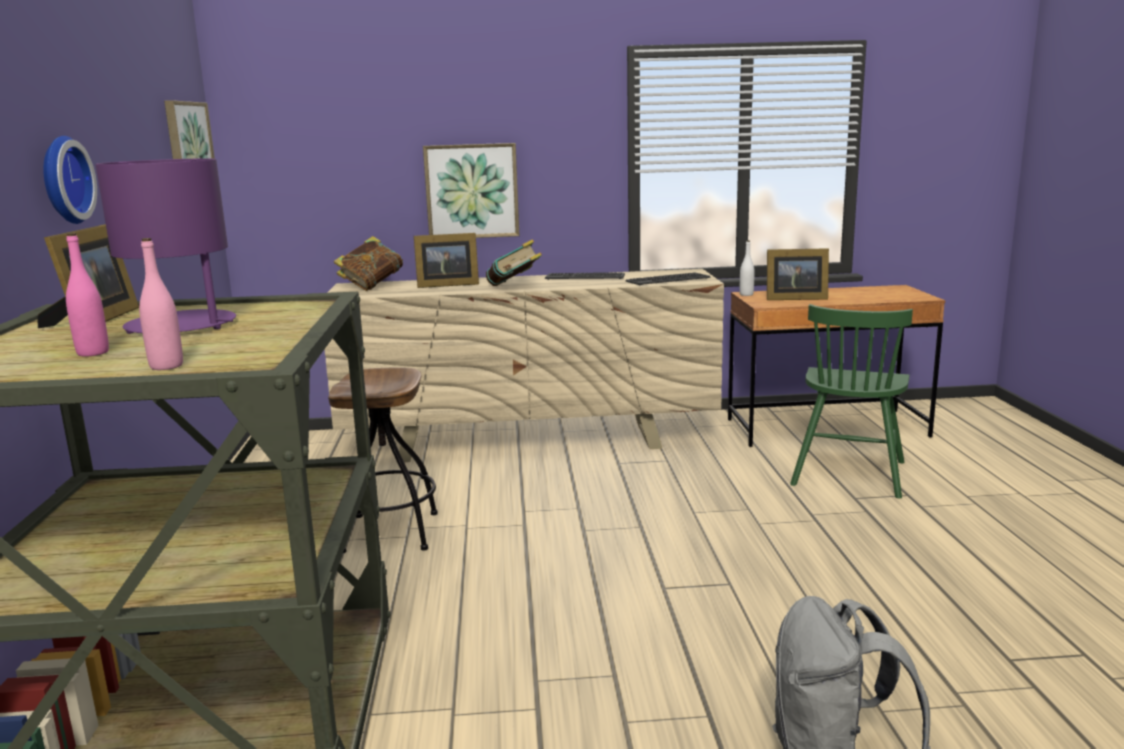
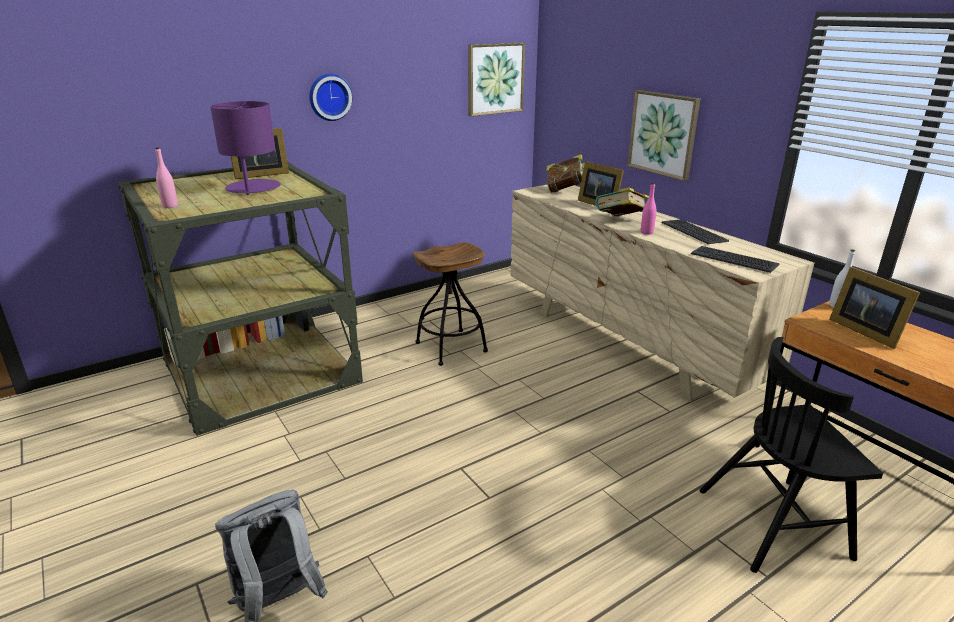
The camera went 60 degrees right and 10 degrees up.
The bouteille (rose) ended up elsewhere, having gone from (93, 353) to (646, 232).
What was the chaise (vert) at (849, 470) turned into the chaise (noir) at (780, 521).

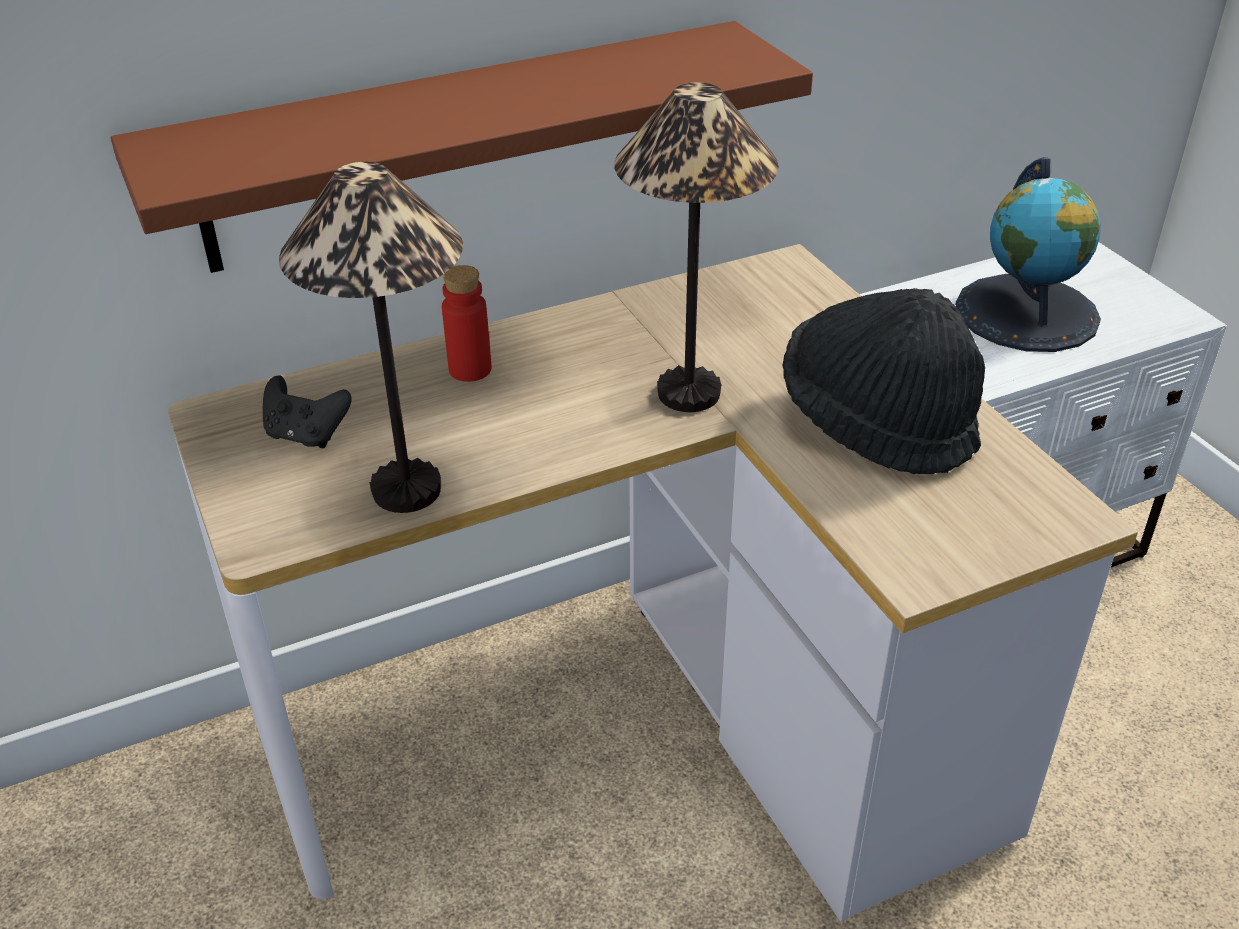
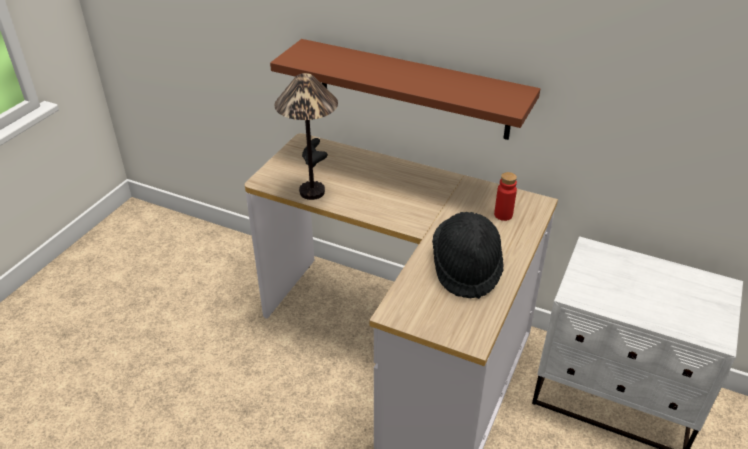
The camera went 50 degrees right and 0 degrees up.
The bouteille (rouge) ended up elsewhere, having gone from (470, 369) to (503, 215).
The second view lost the lampe de table at (689, 394).
The second view lost the globe at (1027, 313).

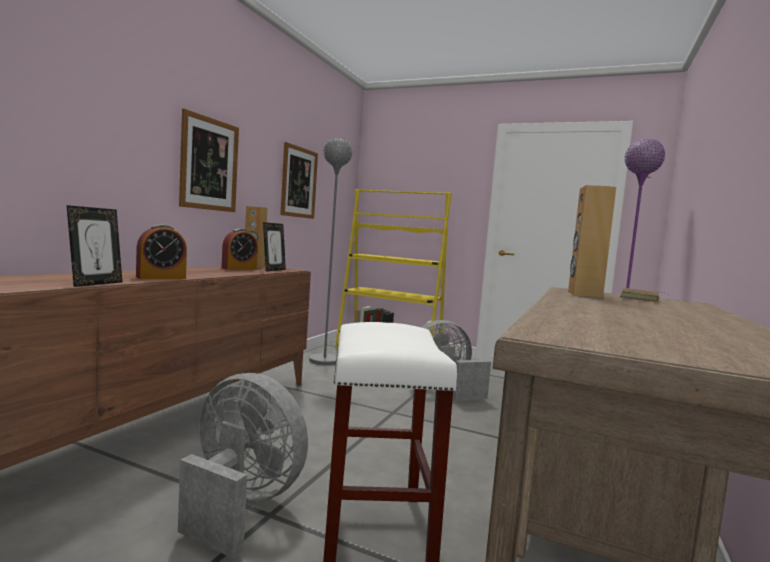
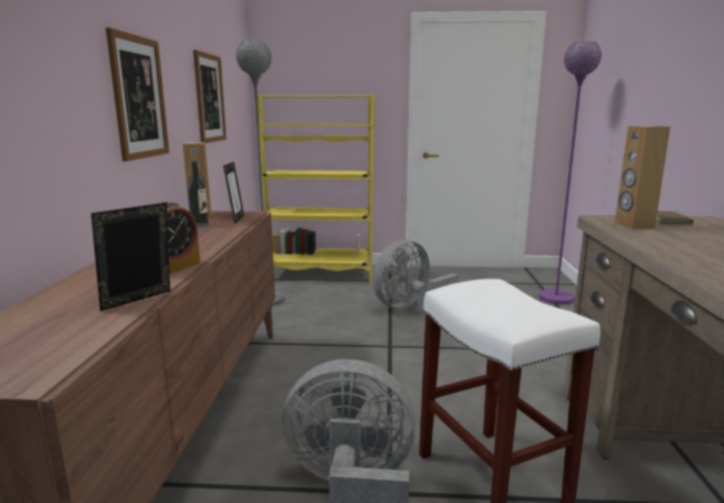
The camera went 20 degrees left and 10 degrees up.
The cadre photo at (95, 284) ended up facing another way, 135 degrees counterclockwise from before.
Where the réveil stood at (239, 268), the bouteille came to stand at (200, 225).

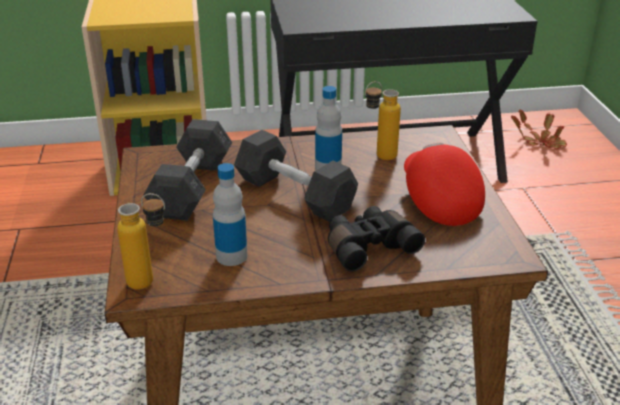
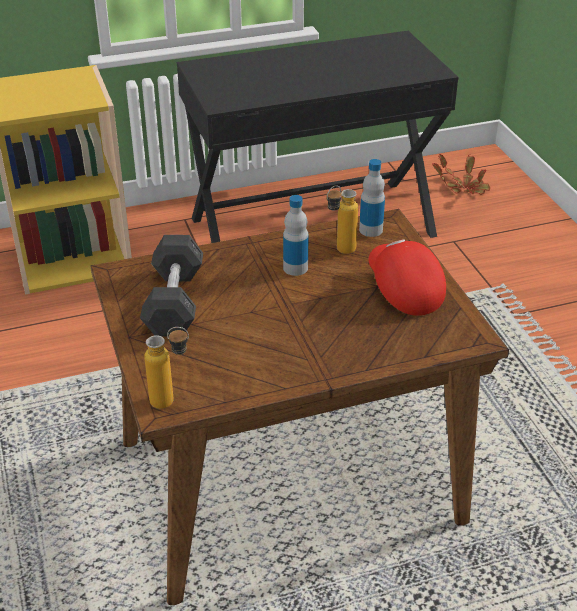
The camera went 10 degrees left and 5 degrees up.
The bouteille ended up elsewhere, having gone from (231, 256) to (371, 230).
The second view lost the haltère (gris) at (295, 194).
The second view lost the jumelles (noir) at (368, 247).

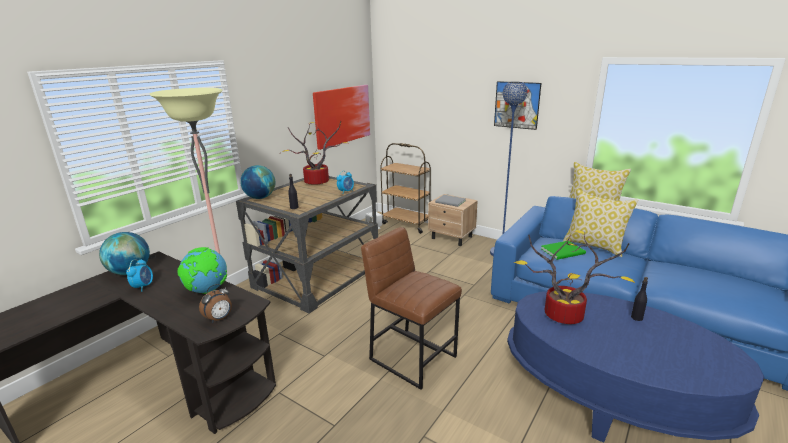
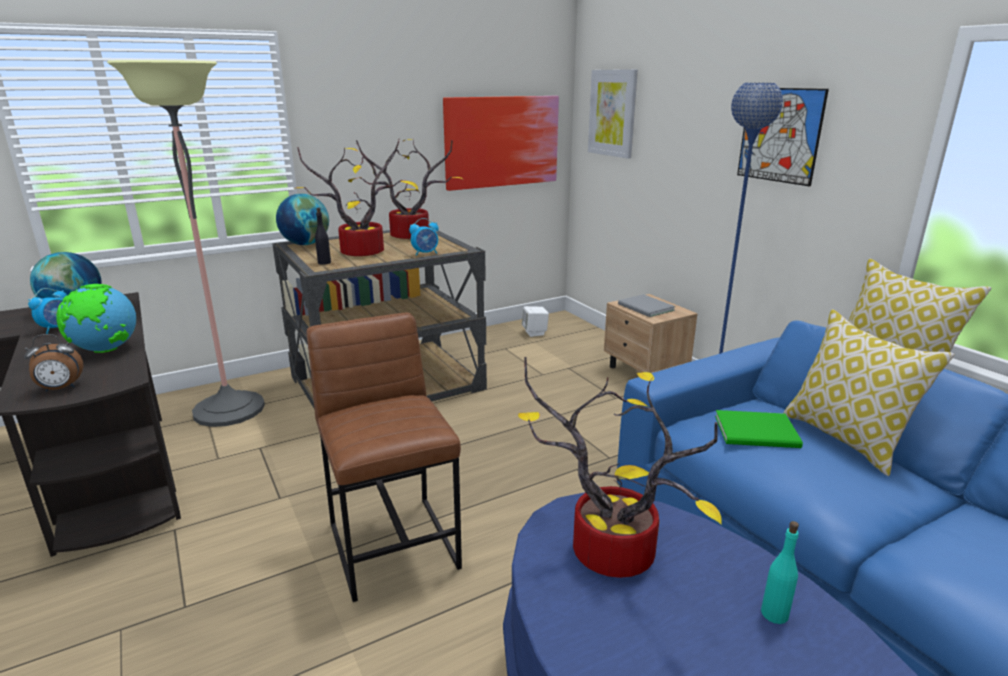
The camera went 25 degrees right and 0 degrees up.
The second view gained the plante en pot at (364, 251).
The second view gained the tableau at (612, 113).
What was the bouteille (noir) at (636, 317) turned into the bouteille (turquoise) at (775, 614).
The second view lost the chariot (marron) at (406, 224).

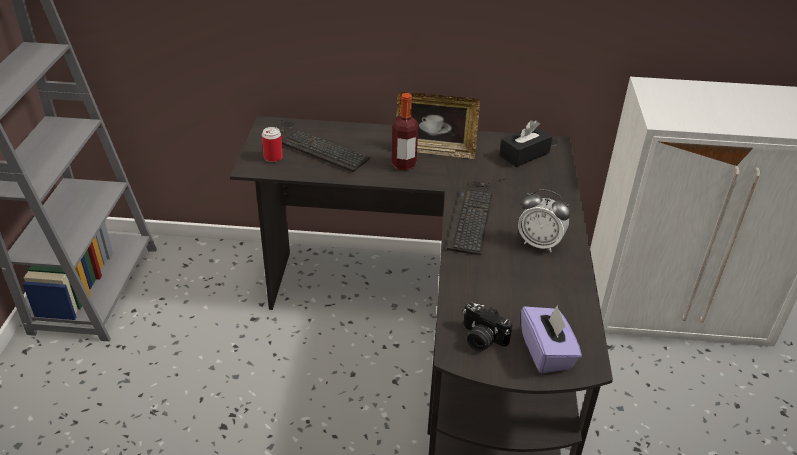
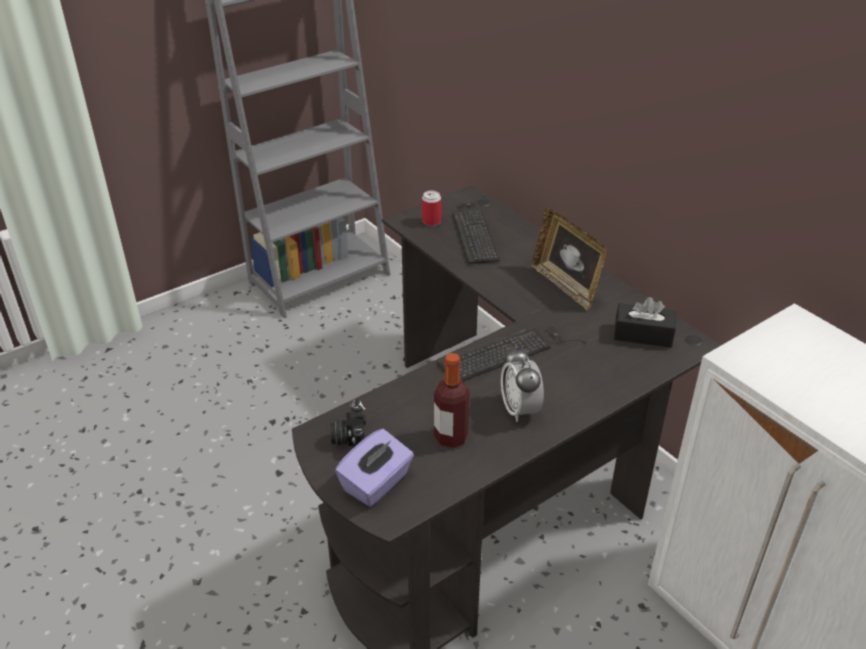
The camera went 50 degrees right and 0 degrees up.
The bouteille ended up elsewhere, having gone from (404, 164) to (451, 437).

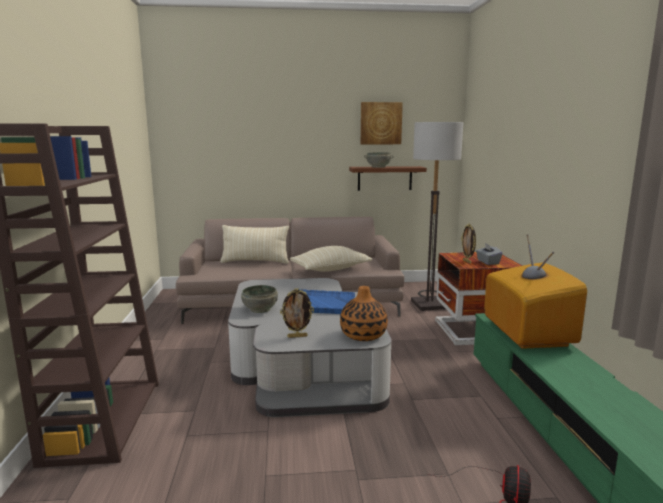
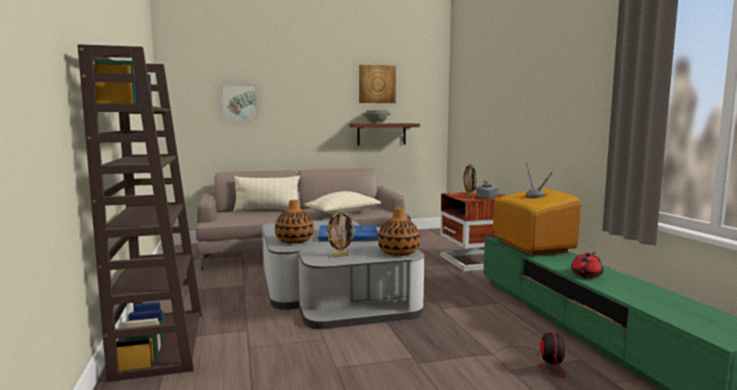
The camera went 10 degrees left and 5 degrees down.
The second view gained the tableau at (239, 102).
Where the bol (gris) stood at (260, 309), the vase came to stand at (294, 241).
The second view gained the théière (rouge) at (587, 274).
The second view lost the lampadaire at (430, 302).

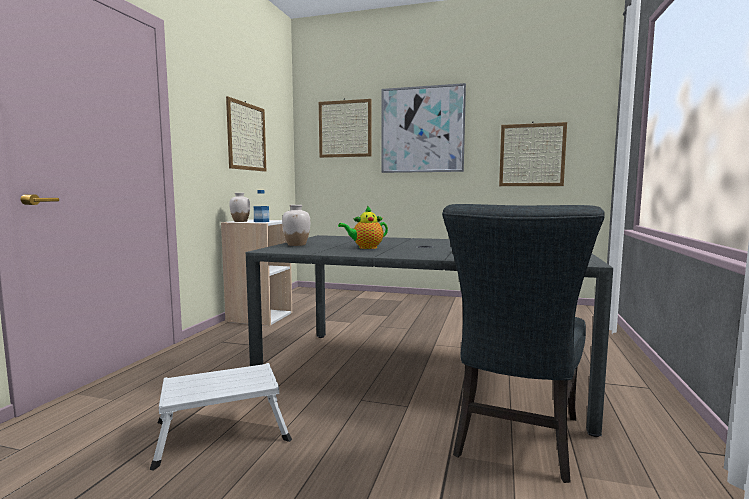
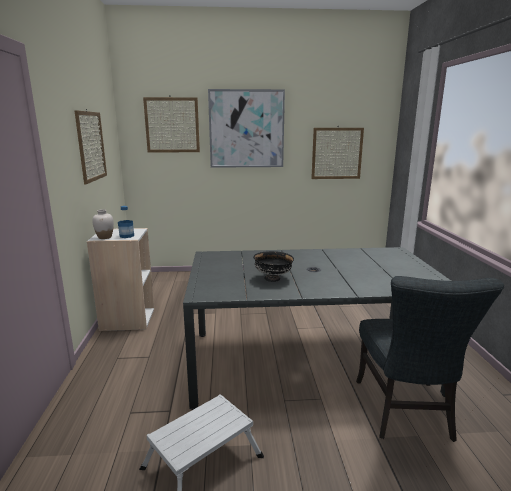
The camera went 20 degrees left and 10 degrees up.
Where the théière stood at (365, 248), the bol (noir) came to stand at (273, 278).
The second view lost the vase (blanc) at (297, 244).

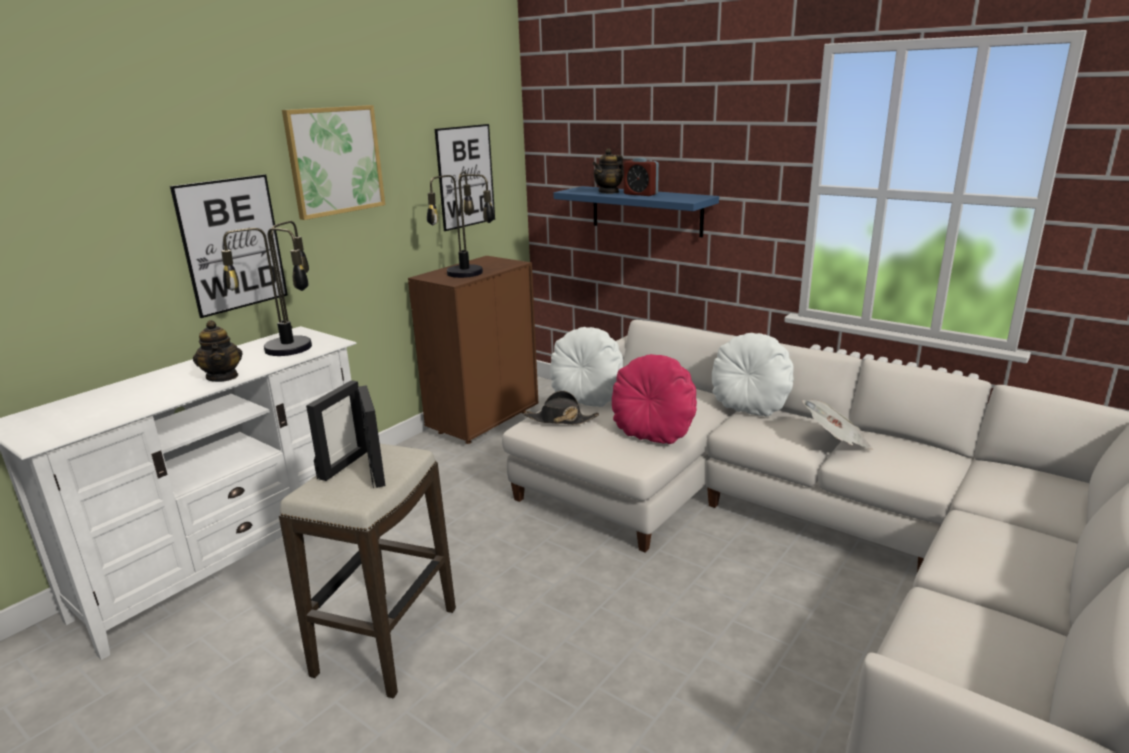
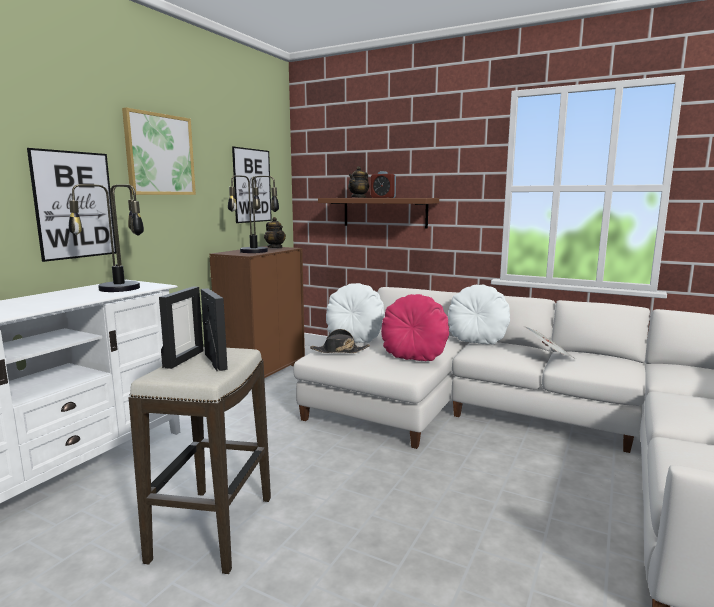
The camera went 10 degrees left and 10 degrees down.
The théière ended up elsewhere, having gone from (223, 377) to (275, 247).
What was the étagère (bleu) at (646, 211) turned into the étagère (marron) at (384, 212).

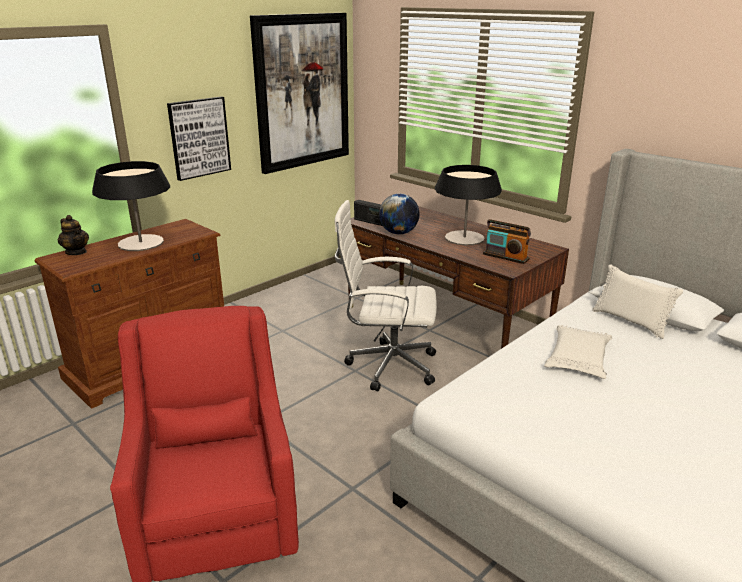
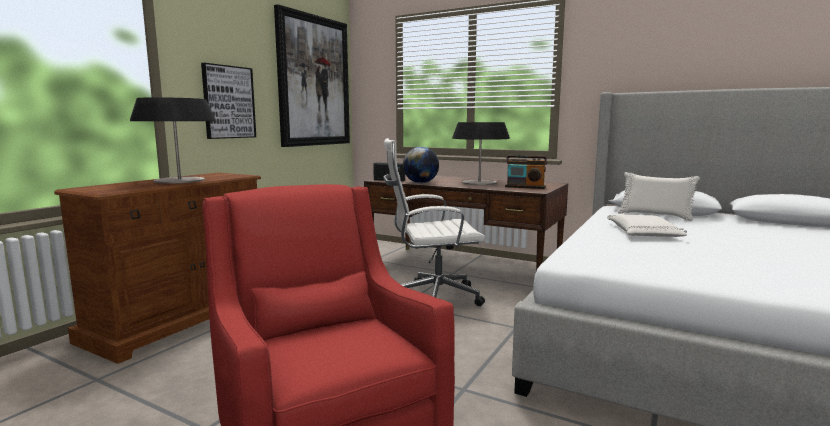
The camera went 15 degrees left and 15 degrees down.
The second view lost the théière at (76, 252).

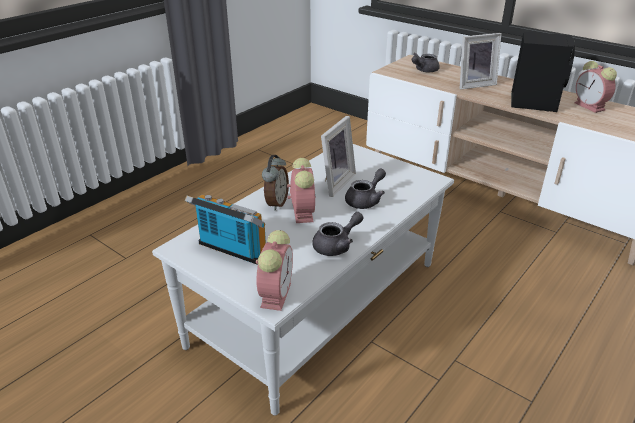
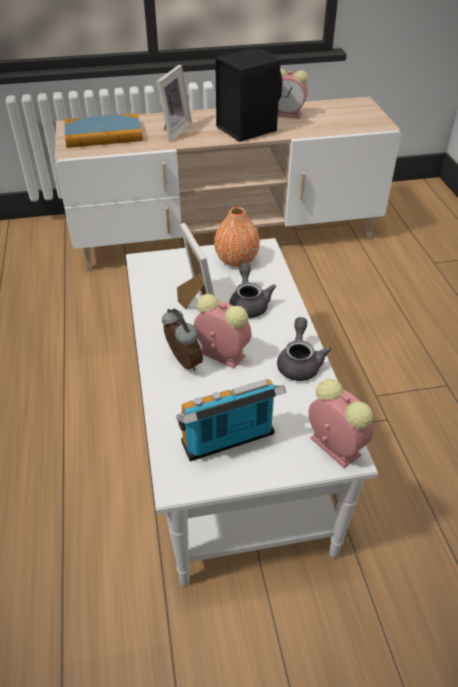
The camera went 50 degrees left and 10 degrees up.
Where the théière (gris) stood at (423, 70), the livre came to stand at (103, 135).
The second view gained the vase (orange) at (236, 259).

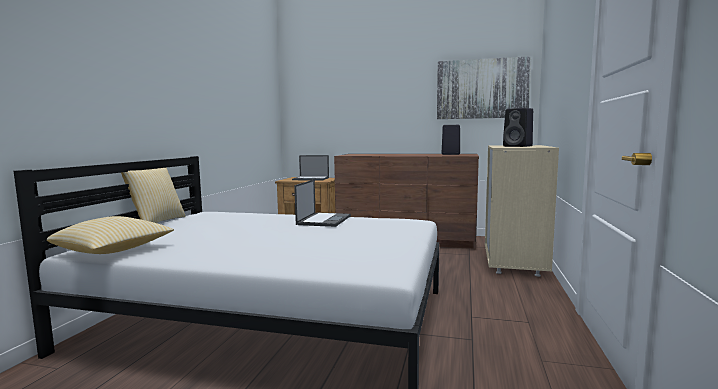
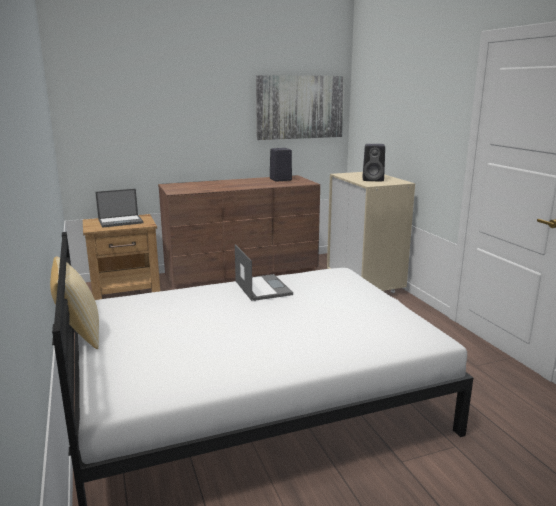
The camera went 35 degrees left and 10 degrees up.
The second view lost the coussin at (113, 251).

